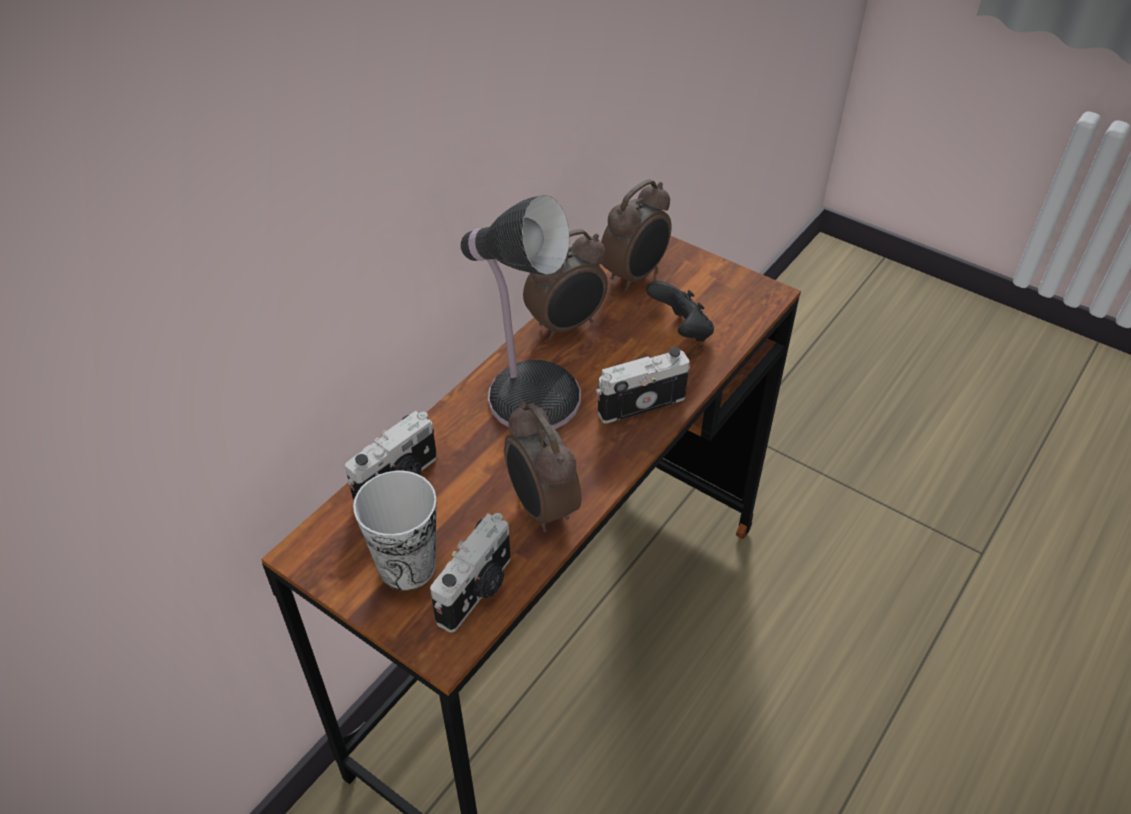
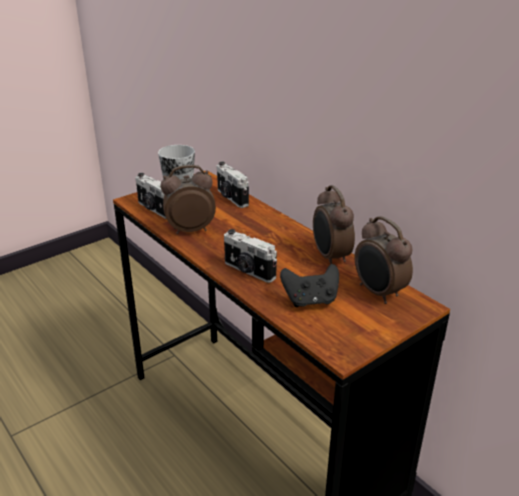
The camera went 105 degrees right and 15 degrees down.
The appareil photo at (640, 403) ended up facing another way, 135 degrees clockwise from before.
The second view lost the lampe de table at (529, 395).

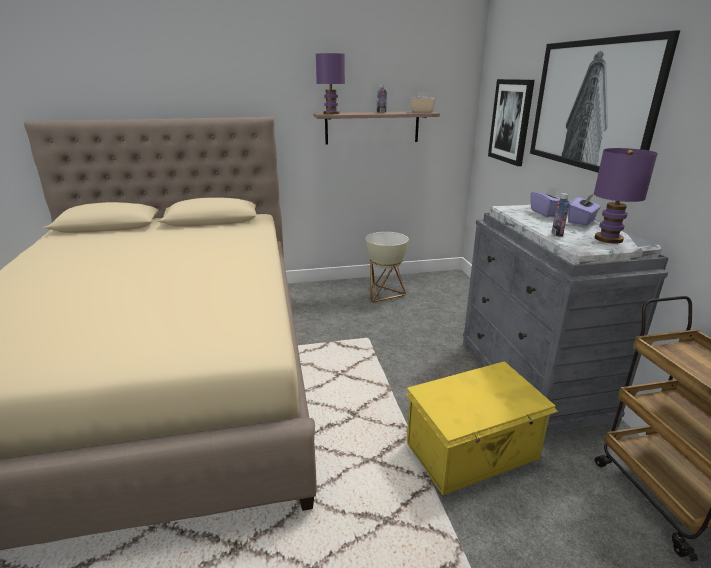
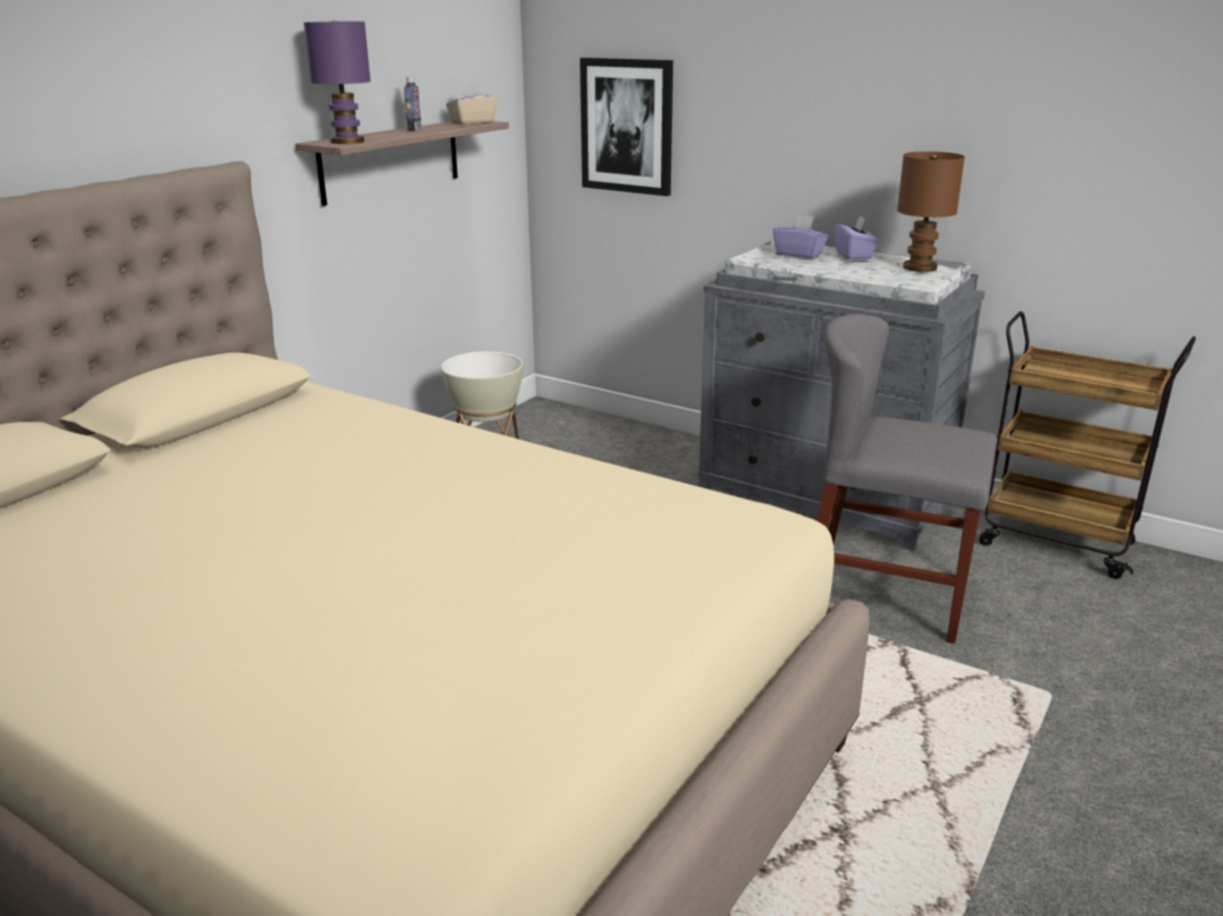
The camera went 45 degrees left and 0 degrees up.
Where the boîte de rangement (jaune) stood at (473, 452), the chaise (gris) came to stand at (885, 595).
What was the lampe de table (violet) at (607, 239) turned into the lampe de table (marron) at (919, 268).
The second view lost the tableau at (590, 105).
The second view lost the bouteille at (557, 234).

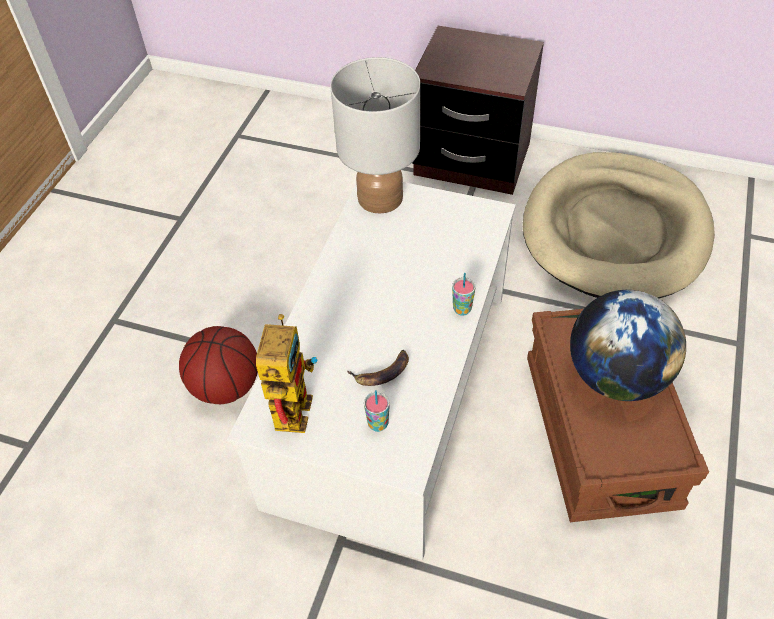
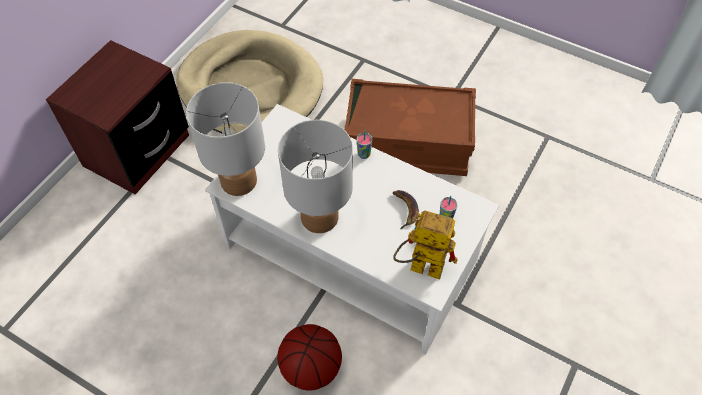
The camera went 80 degrees left and 5 degrees up.
The second view gained the lampe de table (gris) at (320, 217).
The second view lost the globe at (615, 376).

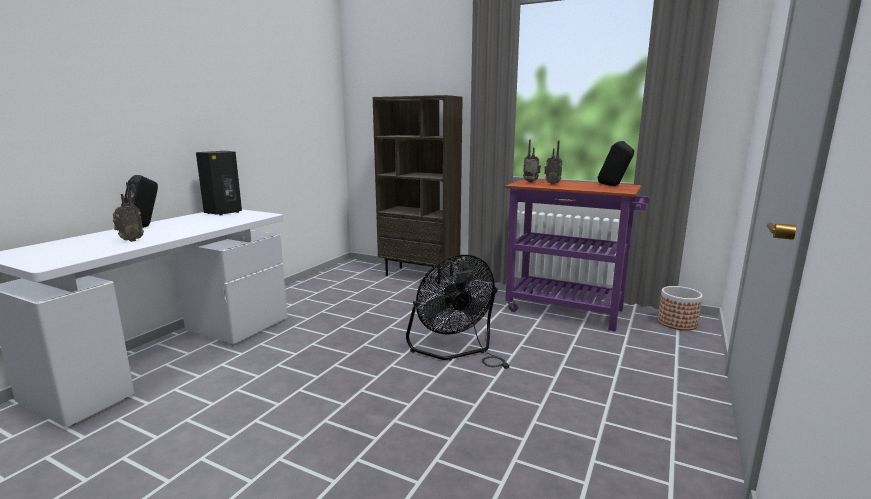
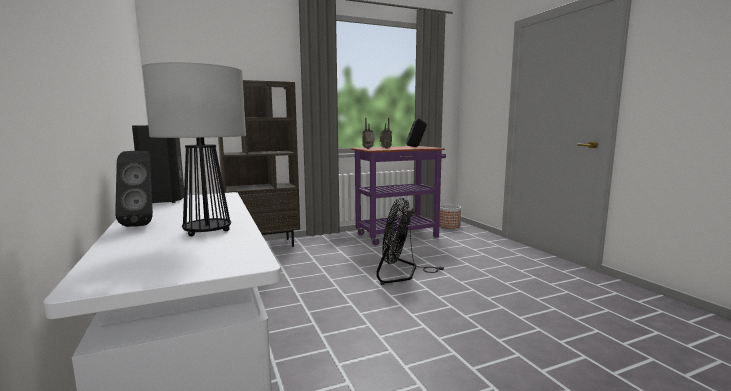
The camera went 50 degrees left and 5 degrees down.
Where the radio stood at (130, 240), the lampe de table came to stand at (207, 231).

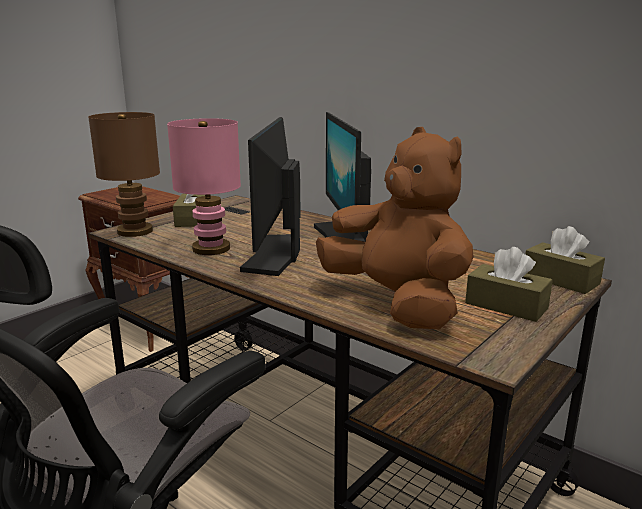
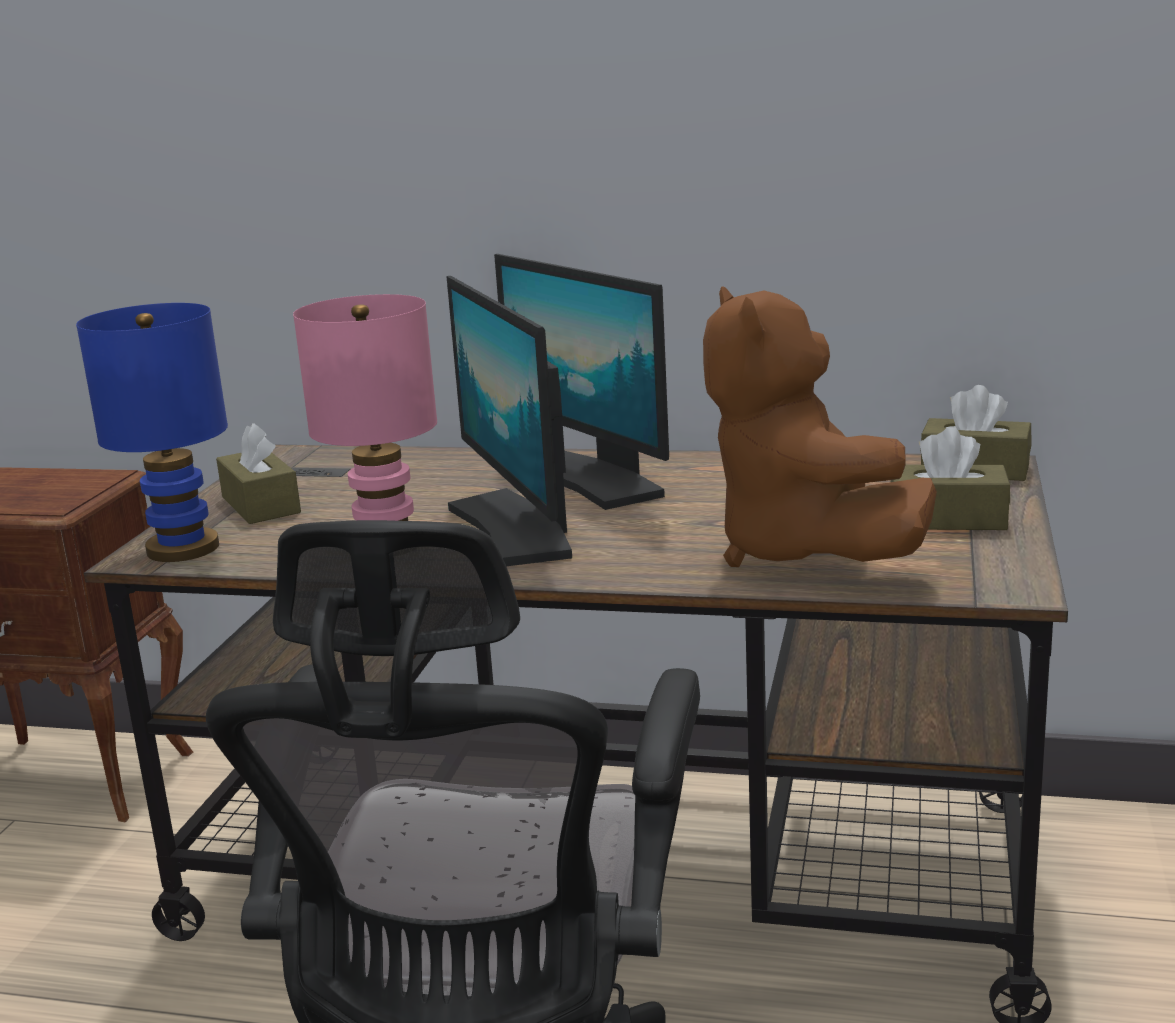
The camera went 25 degrees left and 0 degrees up.
What was the lampe de table (marron) at (136, 231) turned into the lampe de table (bleu) at (184, 548).
The peluche (marron) at (397, 303) ended up facing another way, 135 degrees counterclockwise from before.

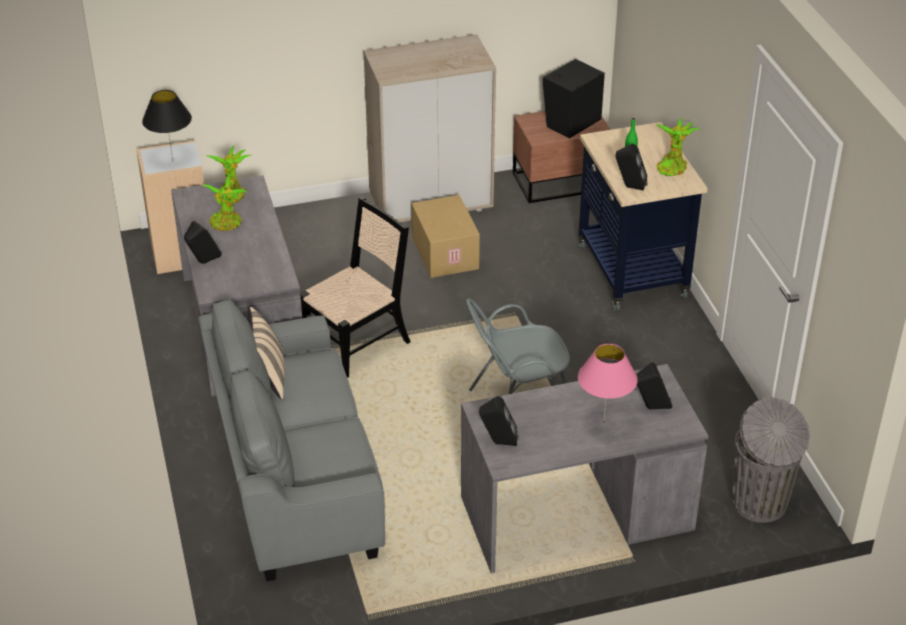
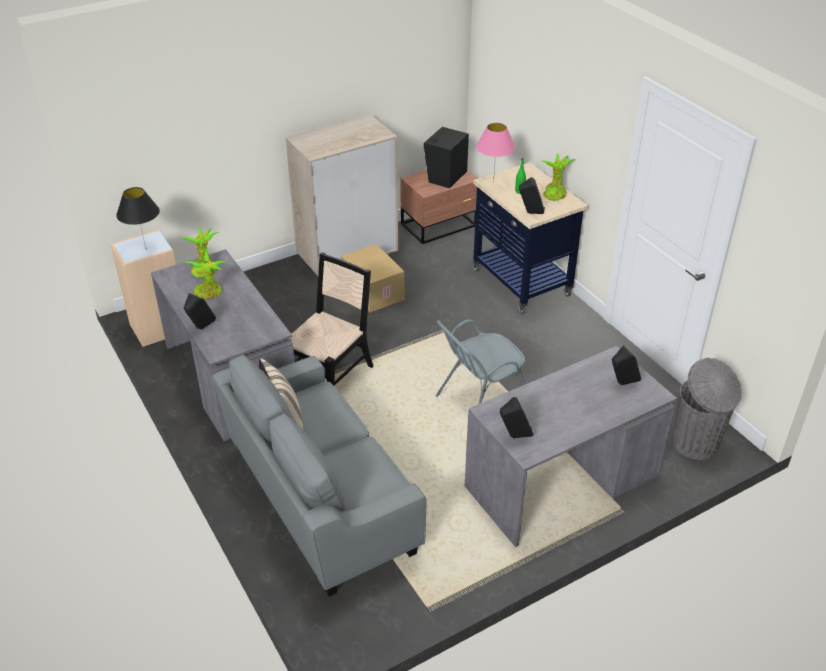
The camera went 15 degrees left and 0 degrees up.
The lampe de table (rose) ended up elsewhere, having gone from (604, 423) to (493, 182).

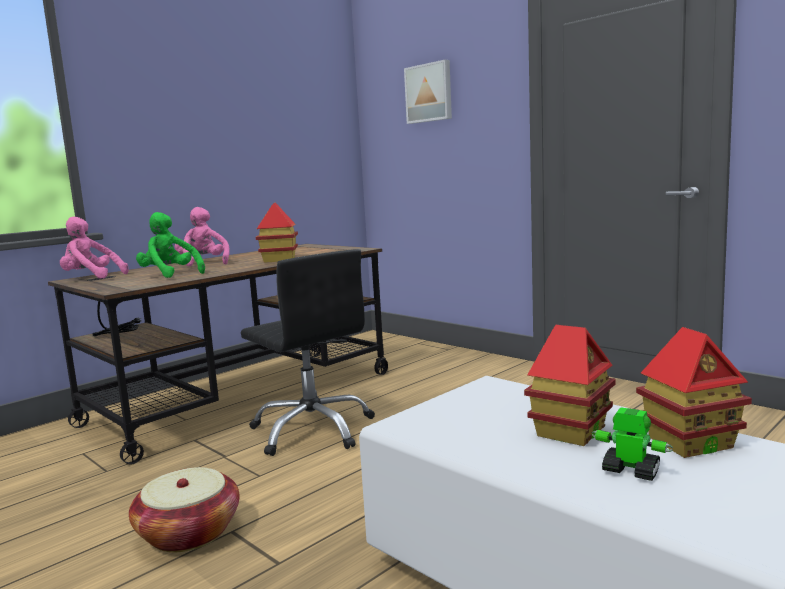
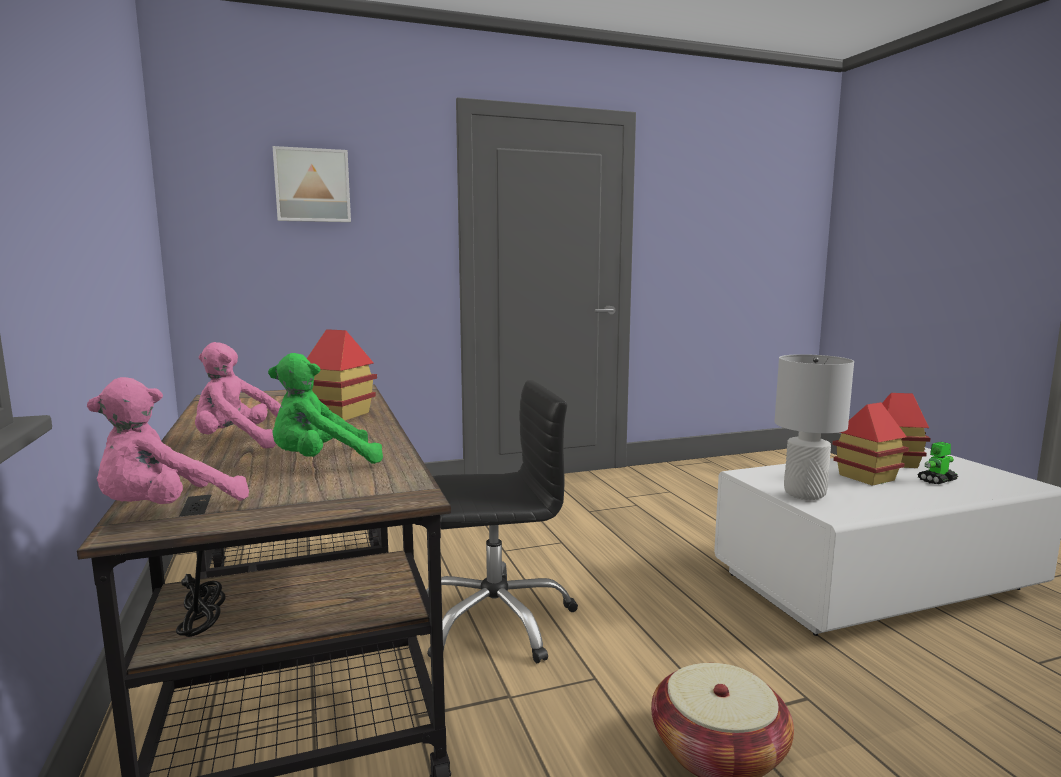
The camera went 65 degrees left and 0 degrees up.
The second view gained the lampe de table (gris) at (804, 496).

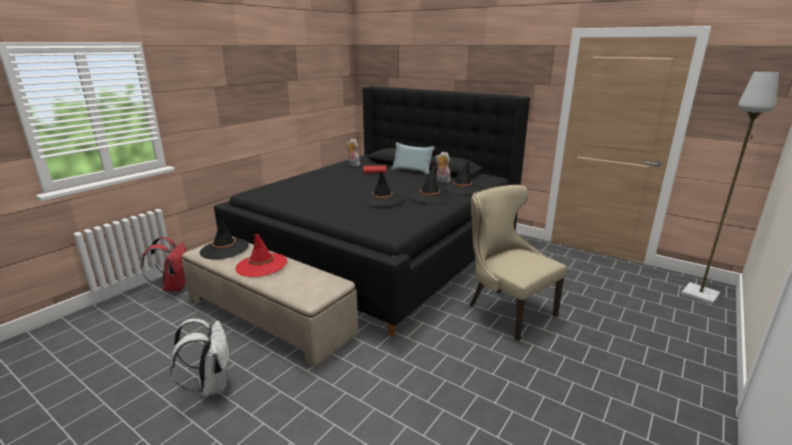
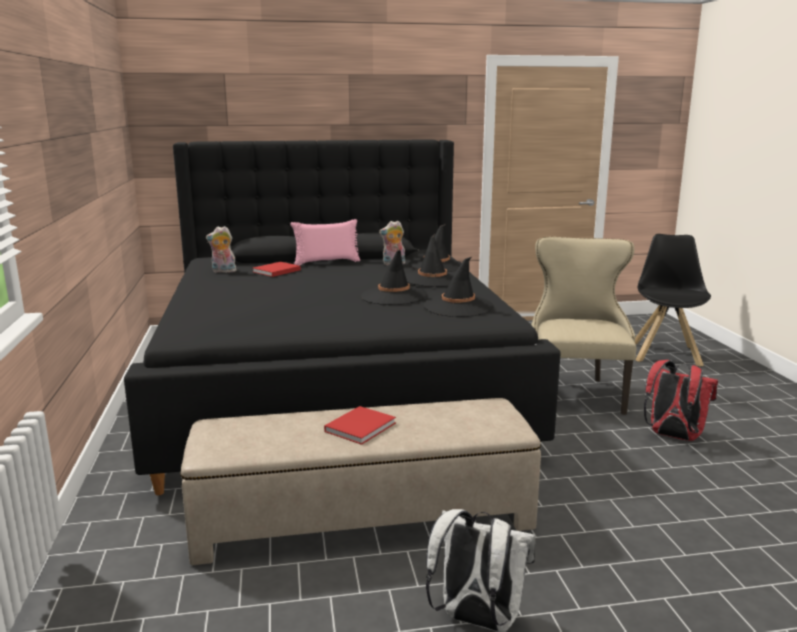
The camera went 45 degrees left and 5 degrees down.
What was the coussin (bleu) at (412, 171) turned into the coussin (rose) at (326, 262).
Where the chapeau (rouge) stood at (261, 265), the livre (rouge) came to stand at (361, 426).
The chapeau (noir) ended up elsewhere, having gone from (224, 249) to (458, 306).
The chaise (beige) at (507, 310) ended up facing another way, 90 degrees clockwise from before.
The second view gained the chaise (noir) at (665, 353).
The sac à dos (rouge) ended up elsewhere, having gone from (174, 287) to (672, 436).
The second view lost the lampadaire (gris) at (700, 294).

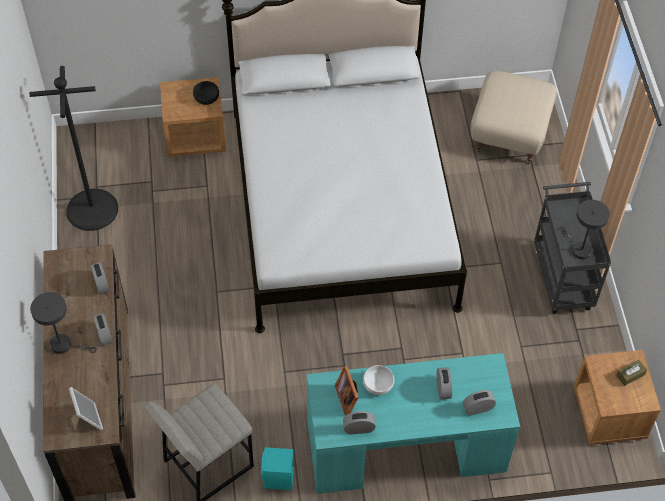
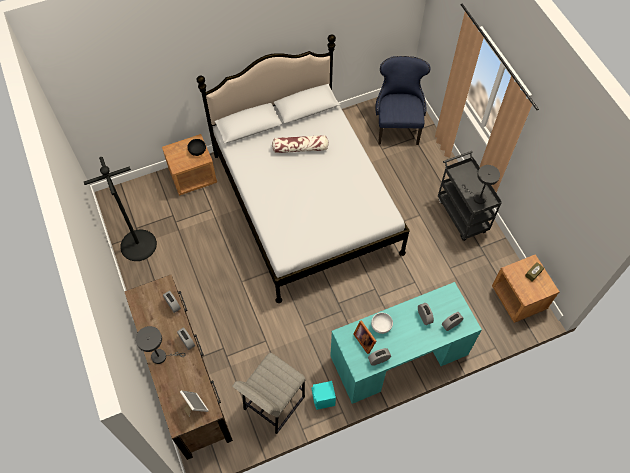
The camera went 15 degrees left and 5 degrees up.
The second view gained the coussin at (300, 148).
Where the pouf (beige) stood at (510, 133), the chaise (bleu) came to stand at (397, 126).

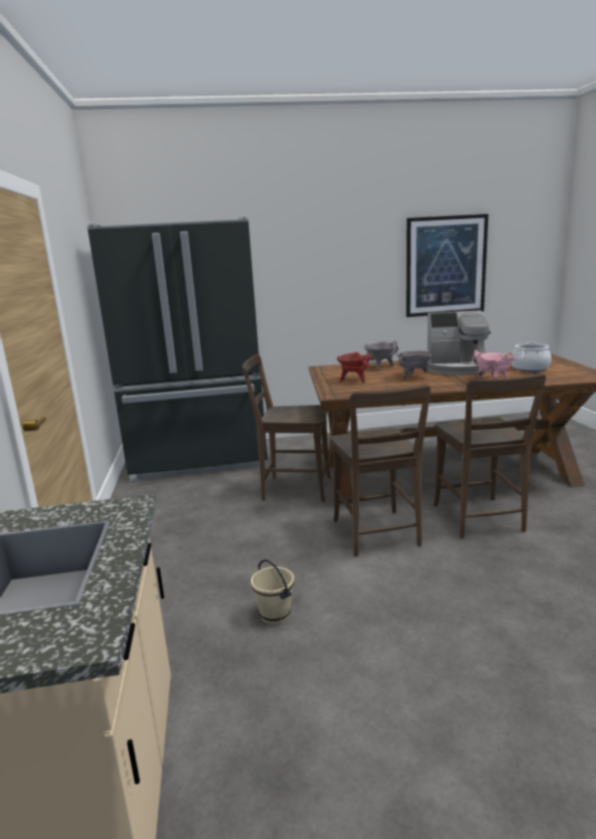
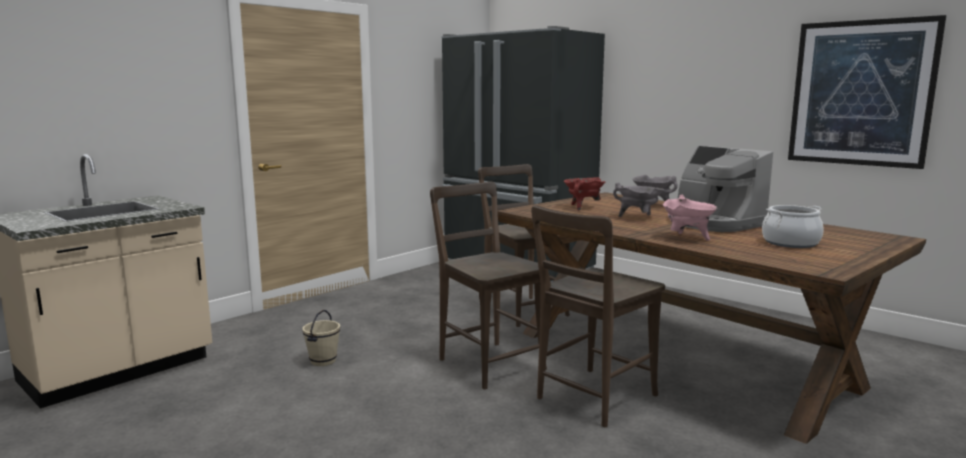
The camera went 50 degrees right and 5 degrees down.
The chaise (marron) at (377, 535) ended up facing another way, 105 degrees clockwise from before.

